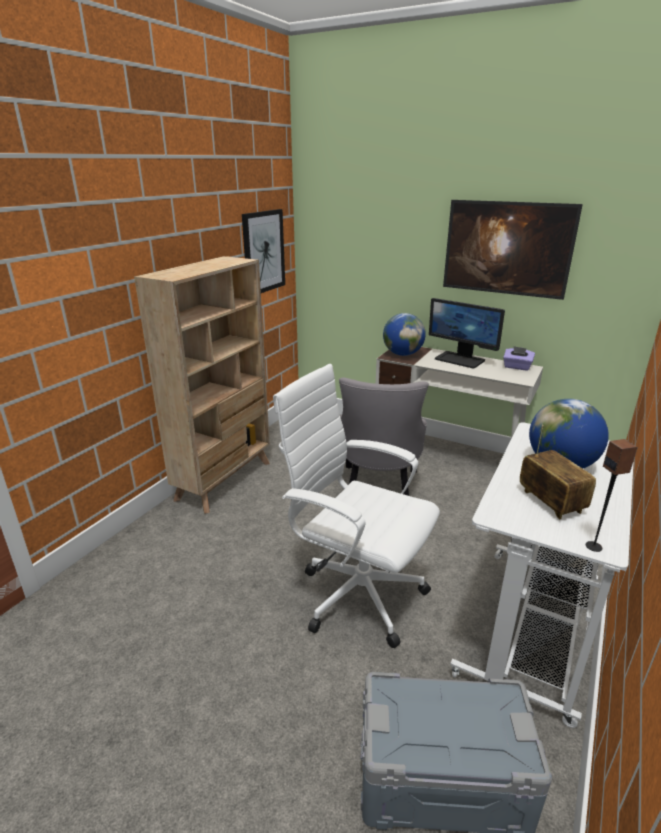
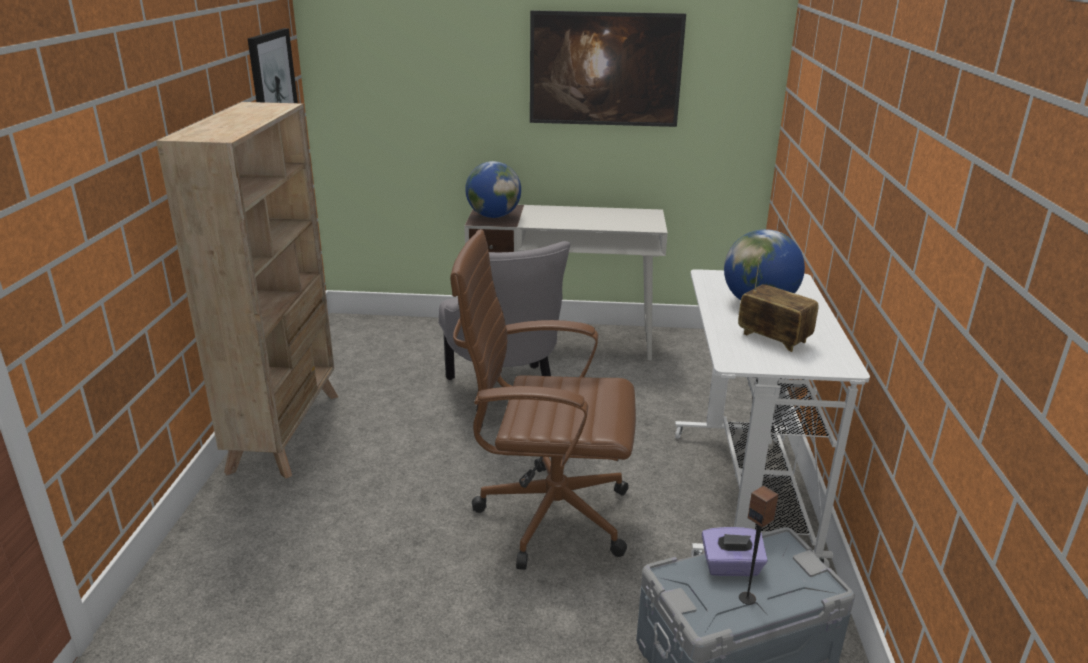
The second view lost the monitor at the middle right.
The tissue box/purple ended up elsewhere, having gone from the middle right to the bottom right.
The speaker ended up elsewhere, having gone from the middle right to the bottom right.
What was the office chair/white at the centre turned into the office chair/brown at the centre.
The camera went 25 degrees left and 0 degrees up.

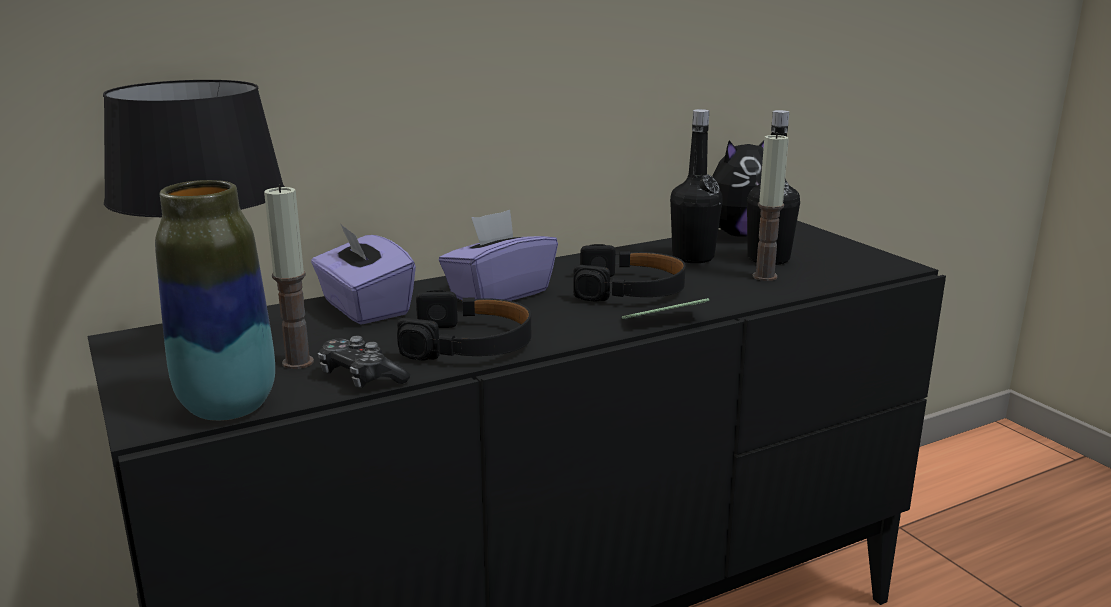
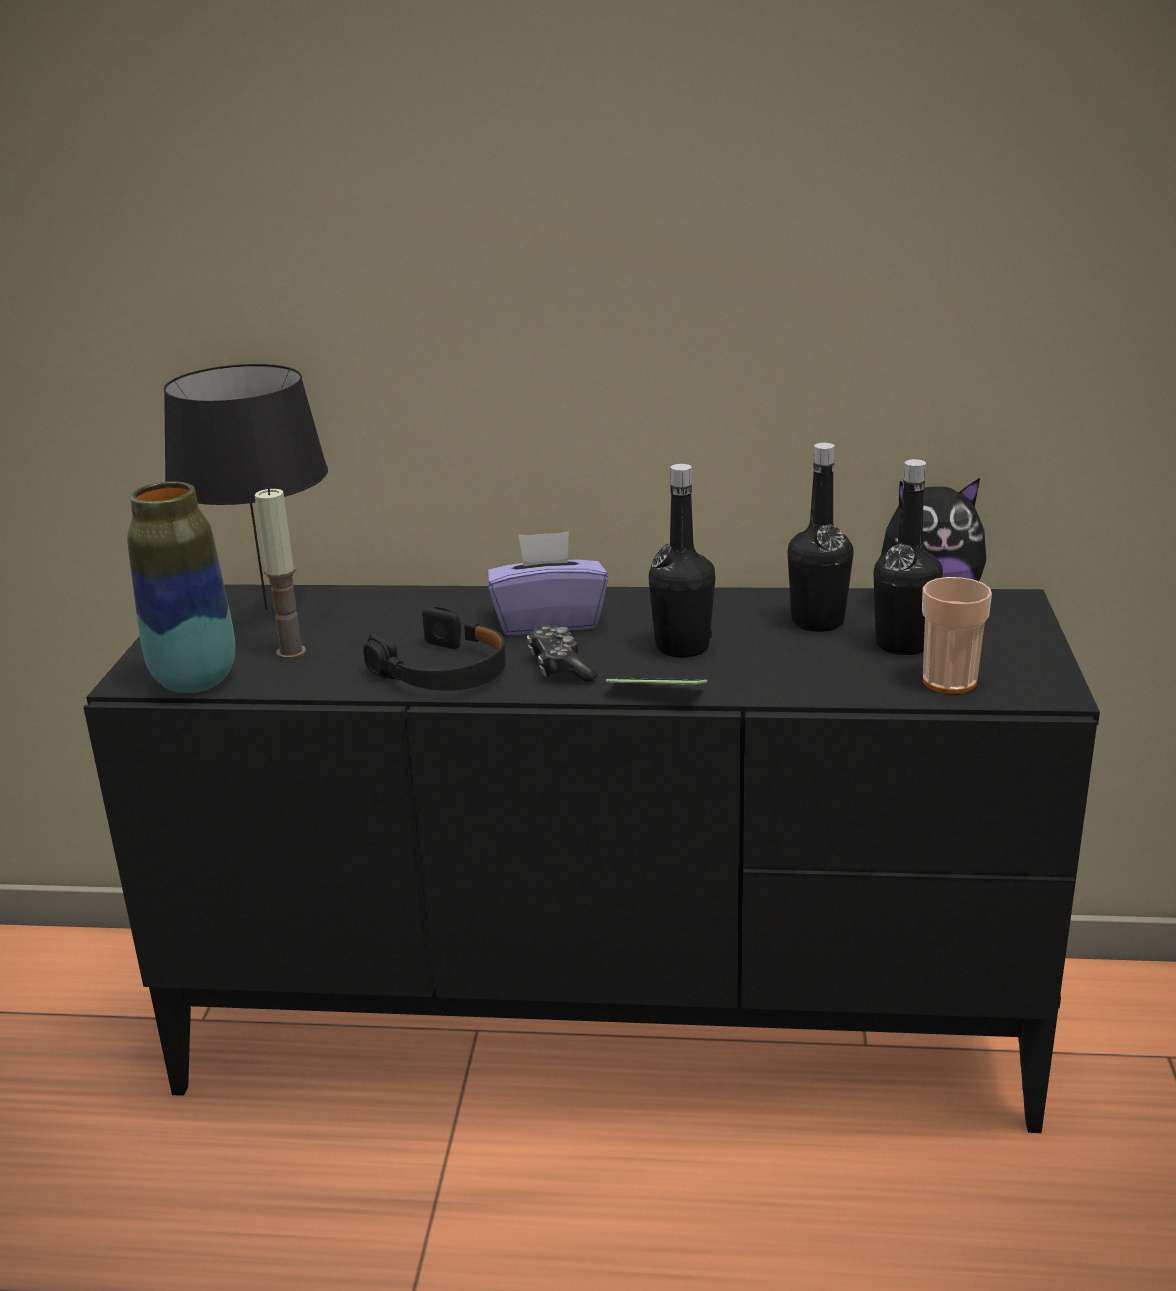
The second view lost the tissue box/purple (1st from left) at the middle left.
The second view lost the candle (2nd from left) at the middle right.
The second view gained the cup at the middle right.
The game controller ended up elsewhere, having gone from the middle left to the centre.
Where the headphones/black (2nd from left) stood at the centre, the bottle/black (1st from left) came to stand at the centre.
The camera went 35 degrees right and 5 degrees up.

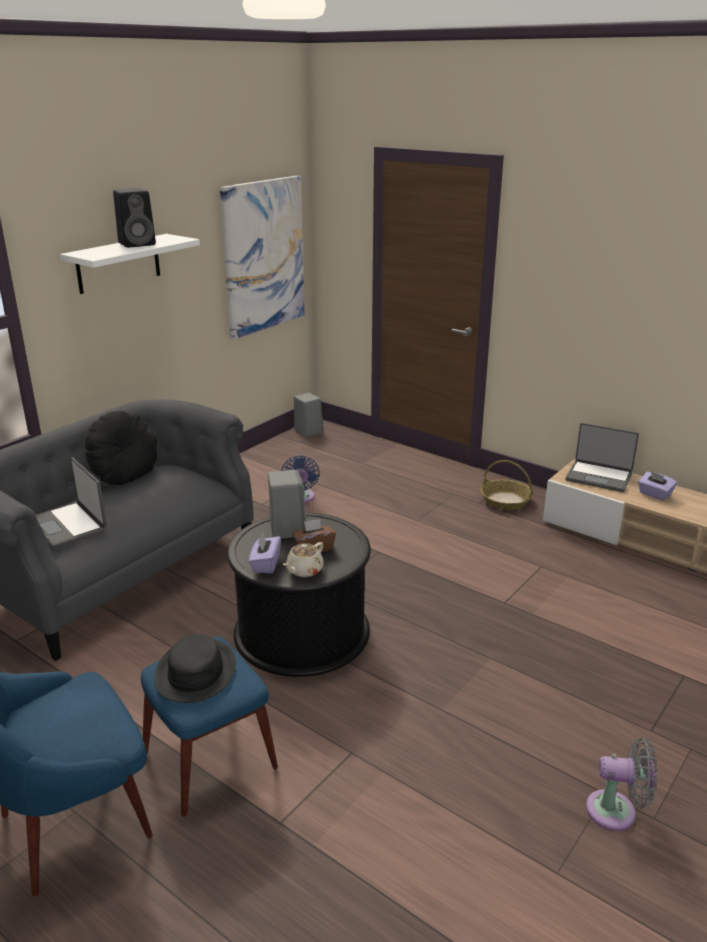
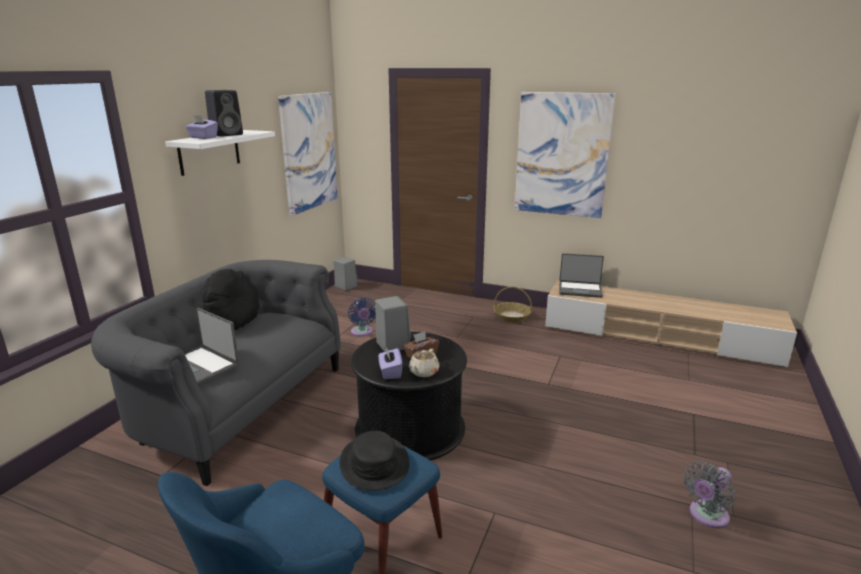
The second view gained the picture (2nd from left) at the top centre.
The tissue box/purple (2nd from left in the first image) ended up elsewhere, having gone from the middle right to the top left.
The fan/grey at the bottom right ended up facing another way, 150 degrees clockwise from before.
The camera went 15 degrees left and 5 degrees down.

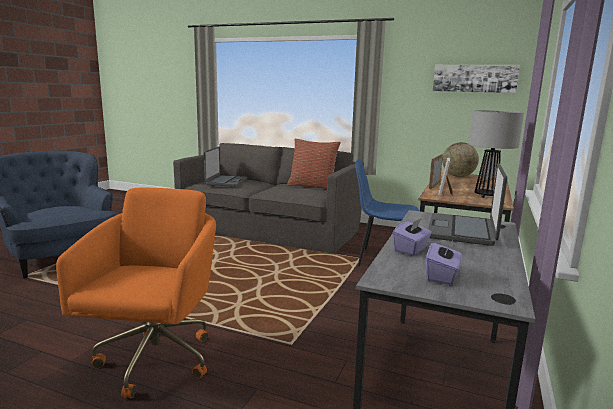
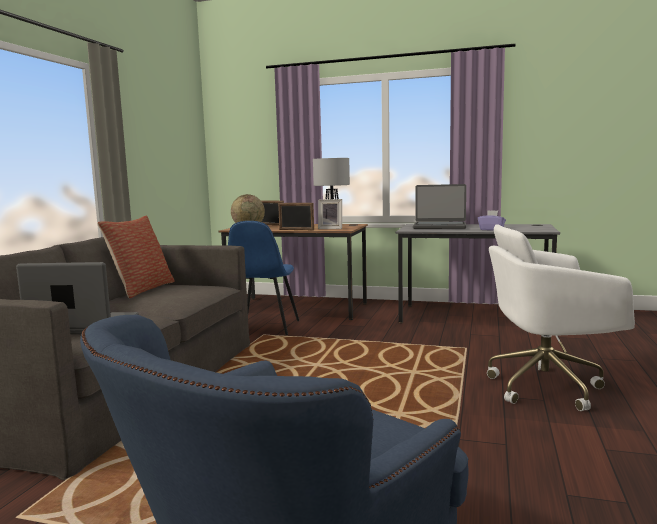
The second view lost the tissue box/purple (2nd from left) at the middle right.
The second view lost the picture at the top right.
What was the office chair/orange at the bottom left turned into the office chair/white at the middle right.
The camera went 95 degrees left and 5 degrees down.

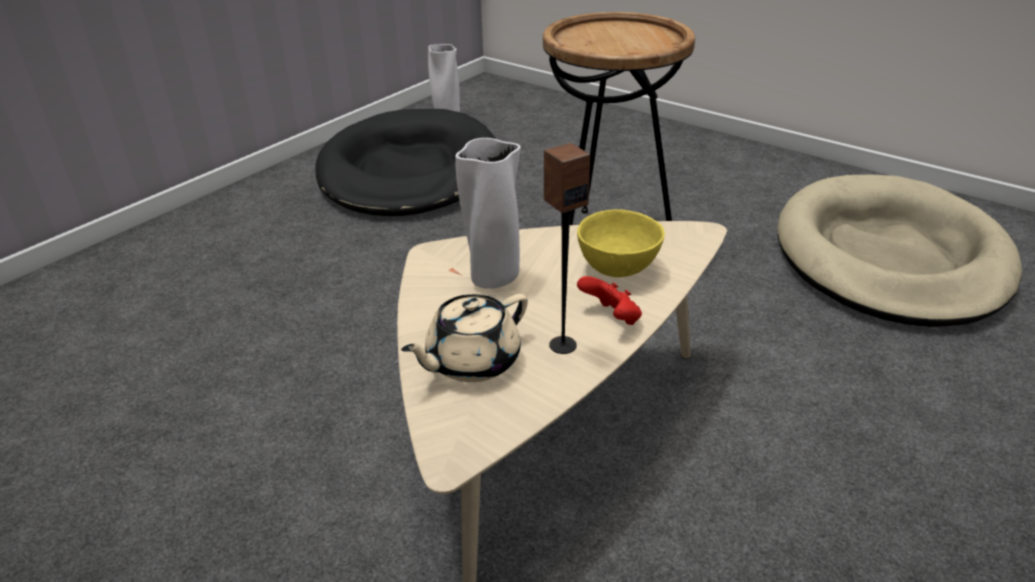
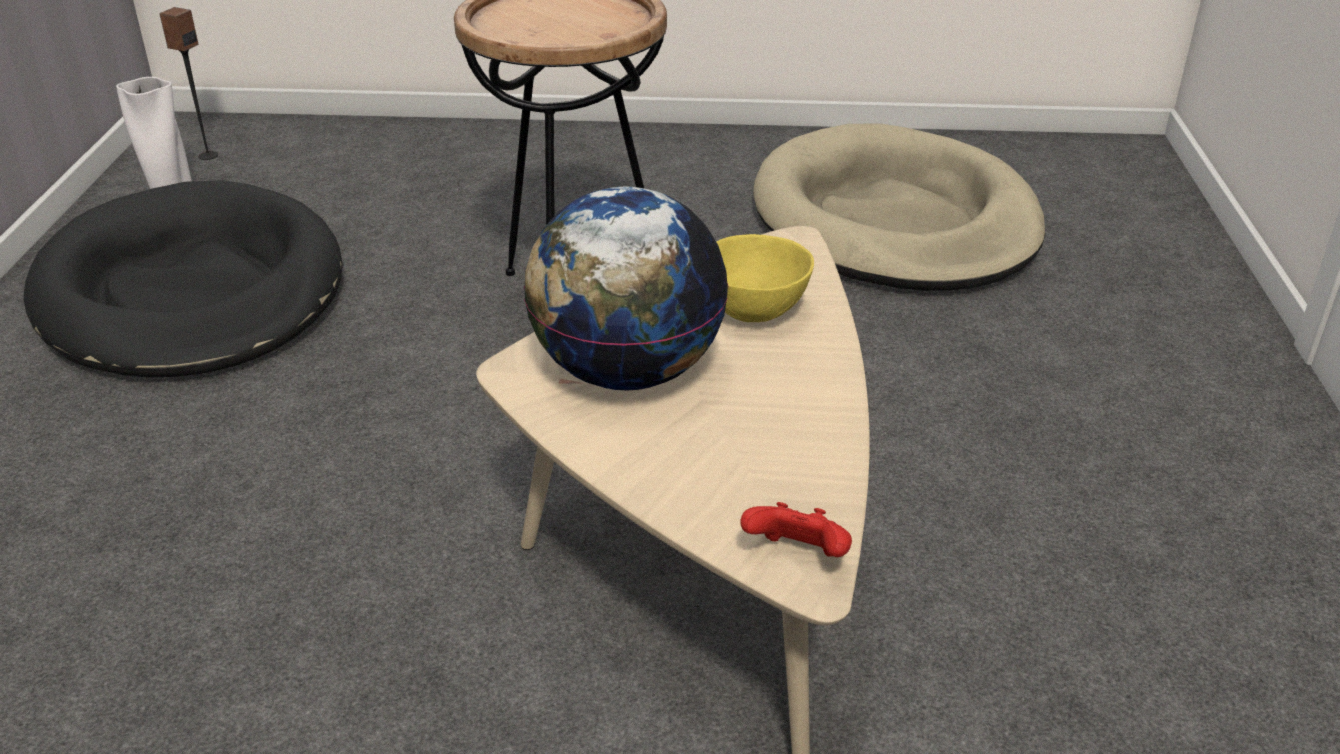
The second view lost the teapot/beige at the centre.
The speaker ended up elsewhere, having gone from the centre to the top left.
The game controller/red ended up elsewhere, having gone from the centre to the bottom centre.
Where the vase/white (2nd from left) stood at the centre, the globe came to stand at the centre.
The camera went 35 degrees left and 0 degrees up.

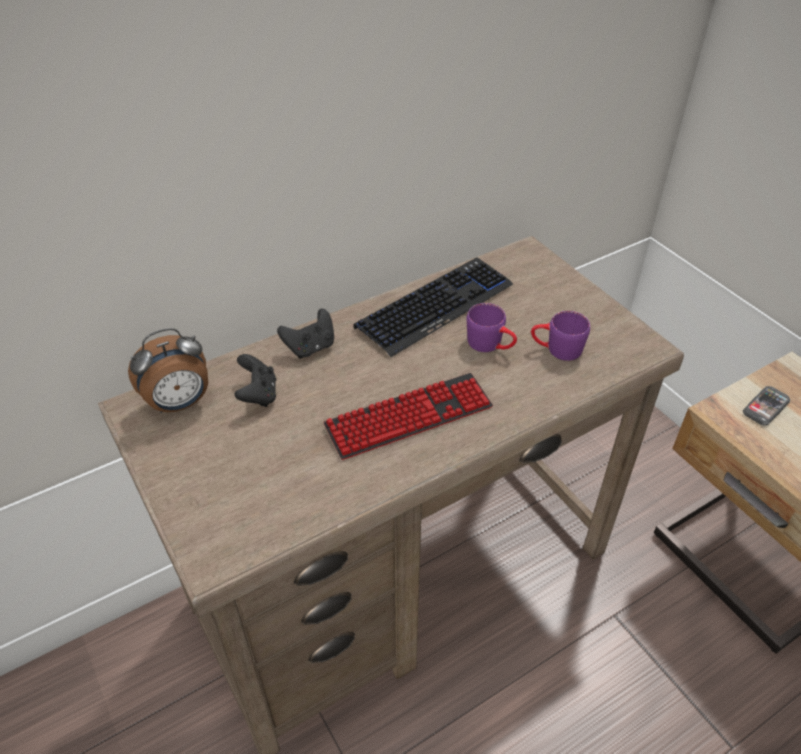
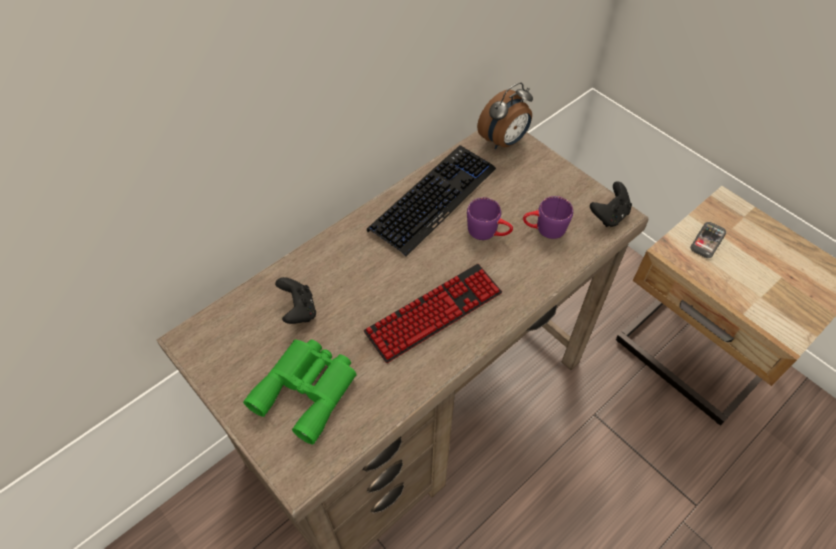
The second view gained the binoculars/green at the bottom centre.
The alarm clock ended up elsewhere, having gone from the middle left to the top centre.
The game controller/black (2nd from left) ended up elsewhere, having gone from the centre to the middle right.
The camera went 10 degrees left and 10 degrees up.

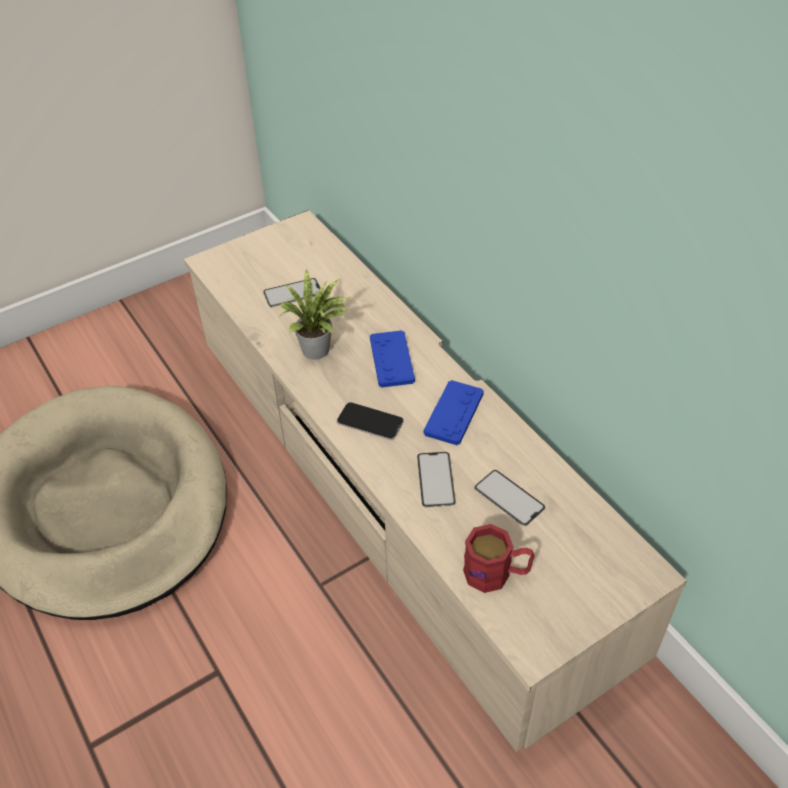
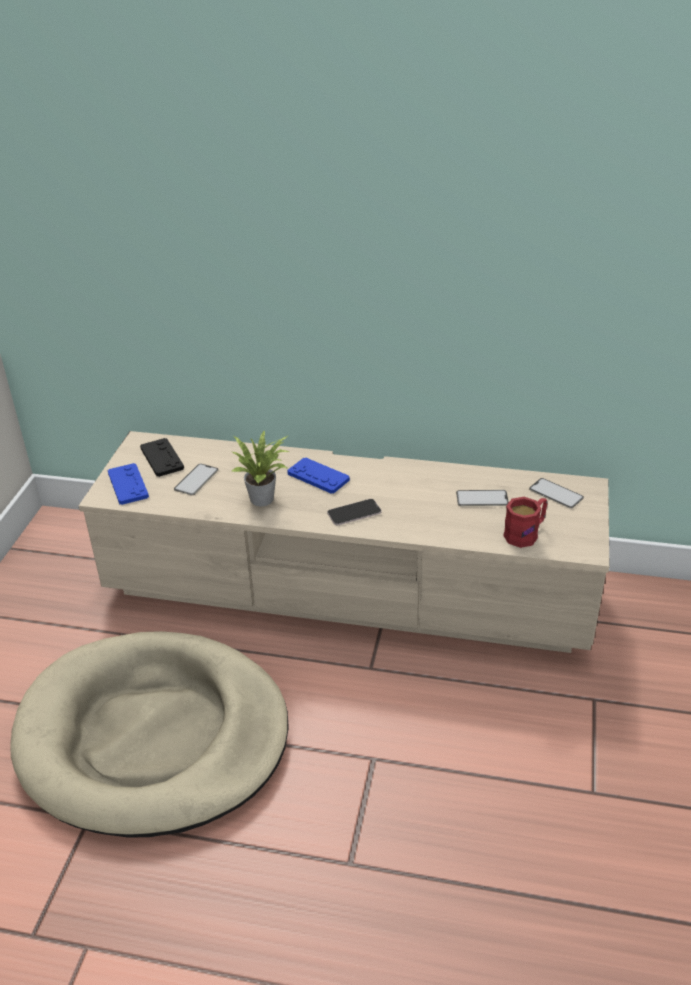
The second view gained the game controller/black at the middle left.
The phone (3rd from left in the first image) ended up elsewhere, having gone from the centre to the middle right.
The game controller/blue (2nd from left in the first image) ended up elsewhere, having gone from the centre to the middle left.
The camera went 45 degrees left and 10 degrees down.

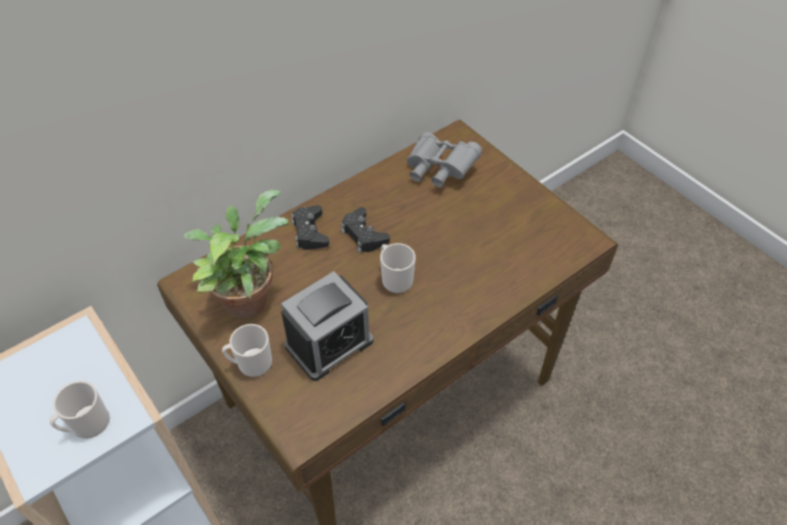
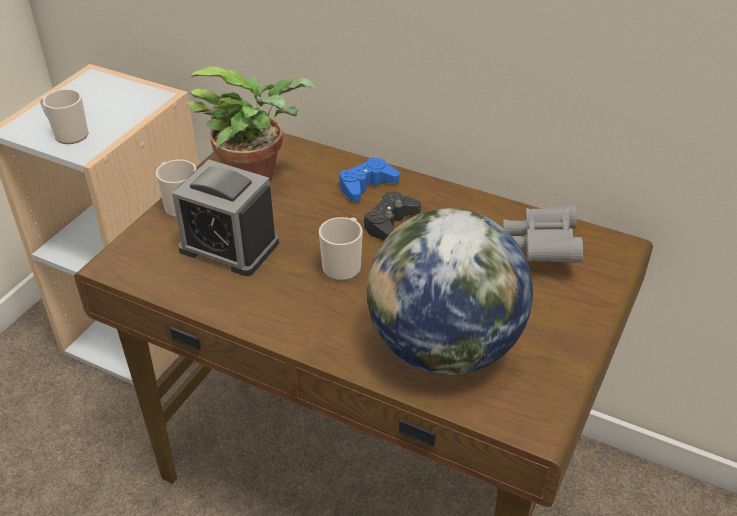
The second view gained the globe at the centre.
What was the game controller/black (1st from left) at the centre turned into the game controller/blue at the centre.
The camera went 65 degrees right and 10 degrees down.

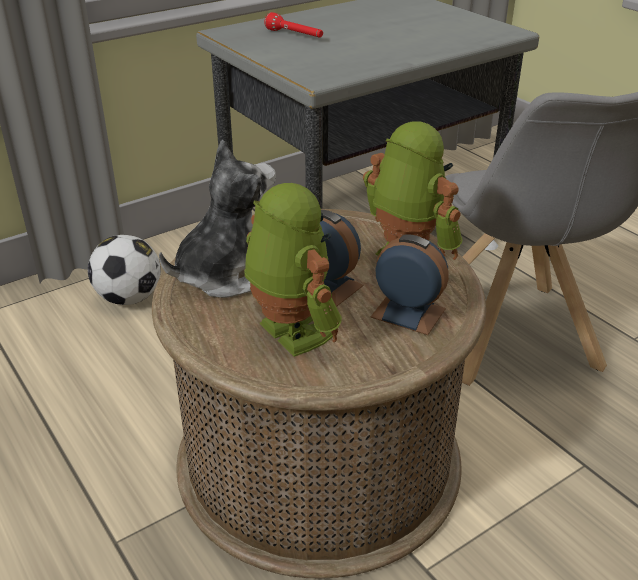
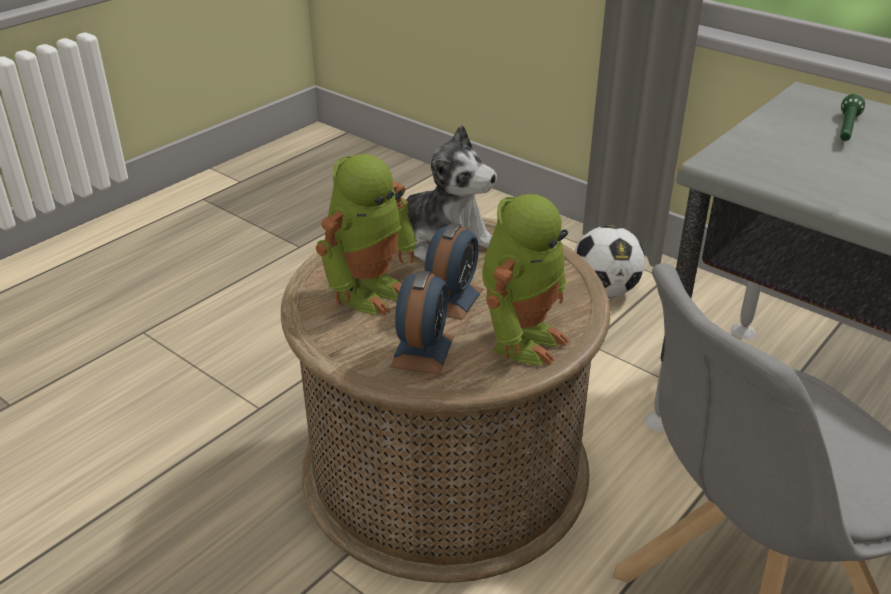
What was the flashlight/red at the top centre turned into the flashlight/green at the top right.
The camera went 75 degrees right and 0 degrees up.

